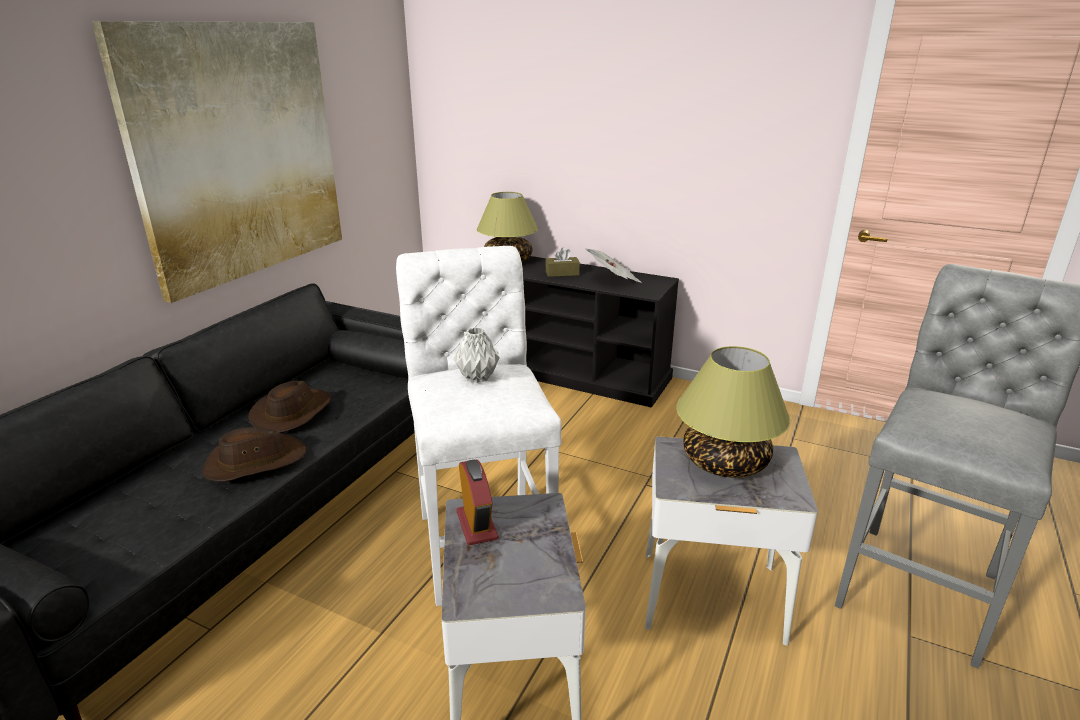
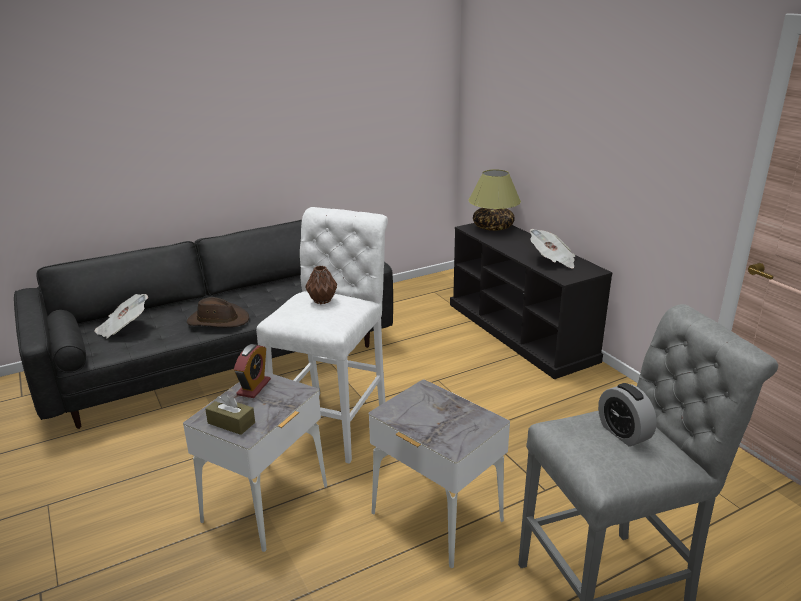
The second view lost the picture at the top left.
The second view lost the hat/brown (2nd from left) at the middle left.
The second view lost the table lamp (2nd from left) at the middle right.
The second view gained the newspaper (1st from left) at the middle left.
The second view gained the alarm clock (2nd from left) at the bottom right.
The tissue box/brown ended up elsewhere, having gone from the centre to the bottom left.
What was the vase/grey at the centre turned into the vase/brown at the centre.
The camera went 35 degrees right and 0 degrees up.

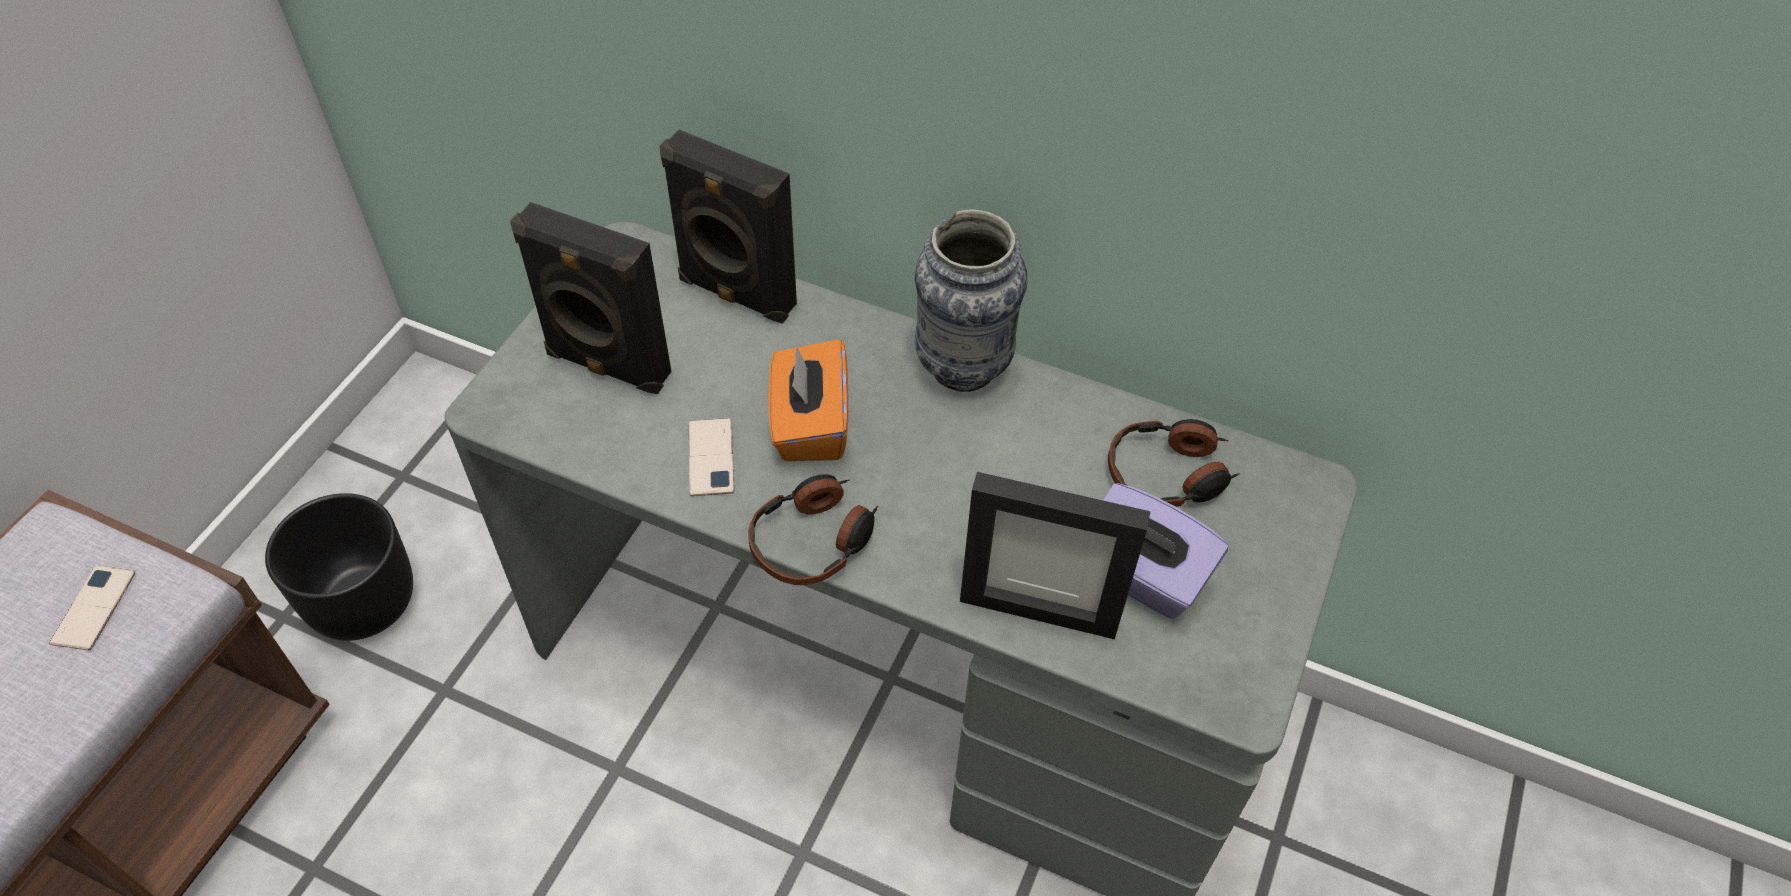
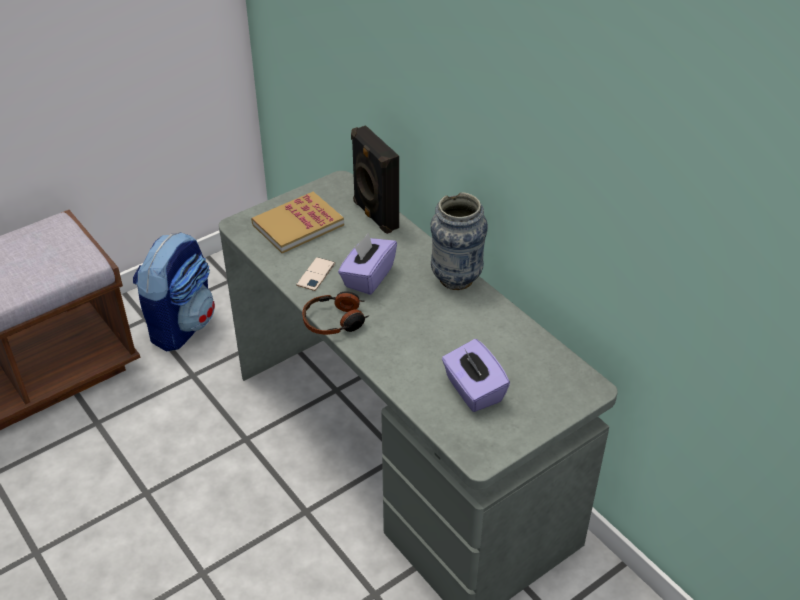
The second view lost the phone (1st from left) at the bottom left.
The second view lost the picture frame at the centre.
The second view lost the headphones (2nd from left) at the centre.
Where the planter/black stood at the middle left, the backpack came to stand at the middle left.
Where the speaker/black (1st from left) stood at the top left, the book came to stand at the centre.
What was the tissue box/orange at the centre turned into the tissue box/purple (1st from left) at the centre.
The camera went 30 degrees right and 10 degrees down.

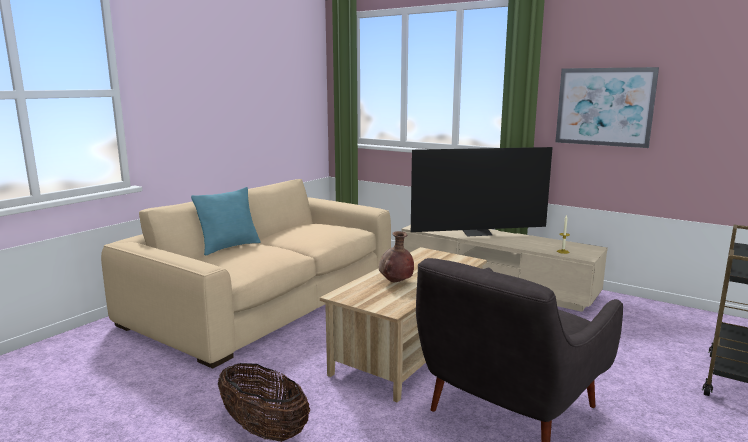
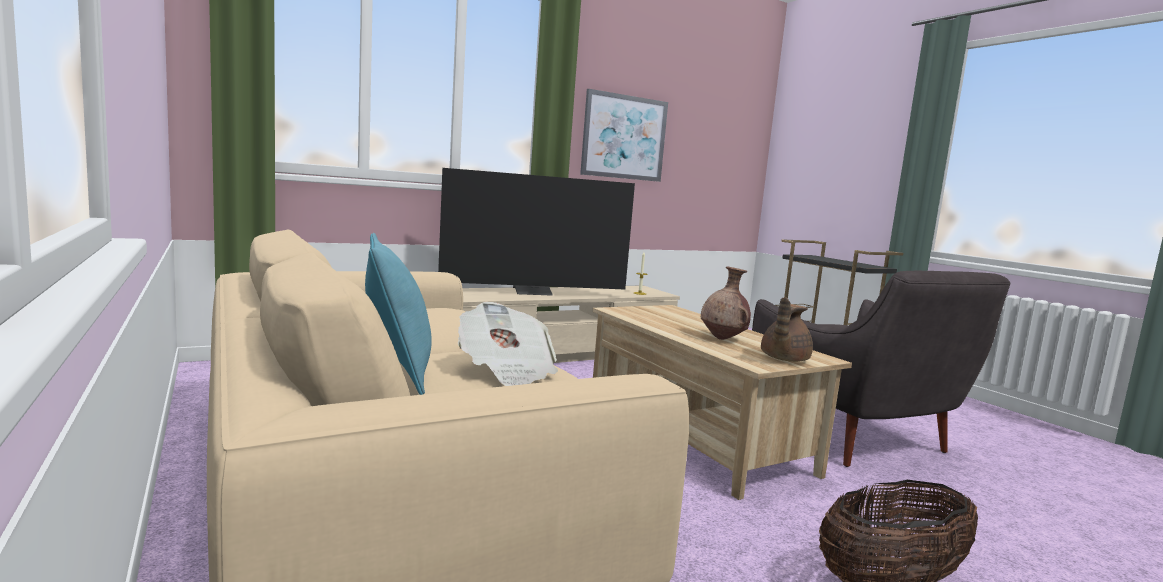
The second view gained the newspaper at the centre.
The second view gained the teapot/brown at the middle right.
The television at the centre ended up facing another way, 60 degrees clockwise from before.
The camera went 65 degrees left and 5 degrees down.

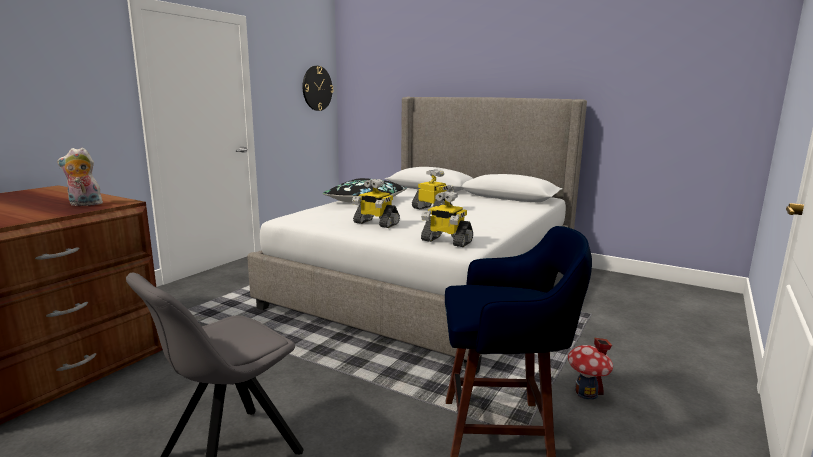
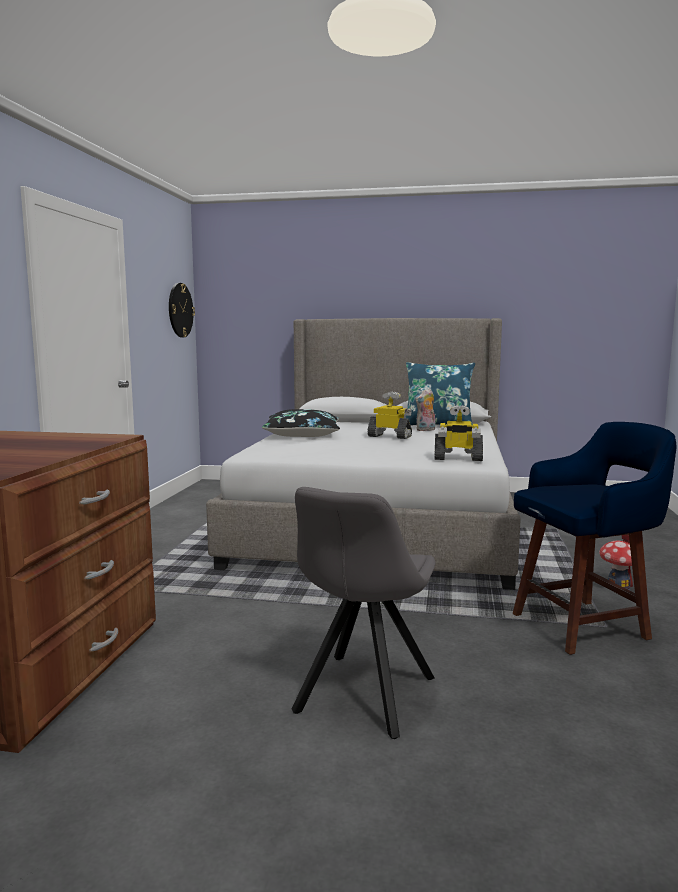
The second view lost the toy robot (1st from left) at the centre.
The second view gained the pillow/blue at the centre.
The plush toy ended up elsewhere, having gone from the middle left to the centre.
The camera went 20 degrees left and 5 degrees down.

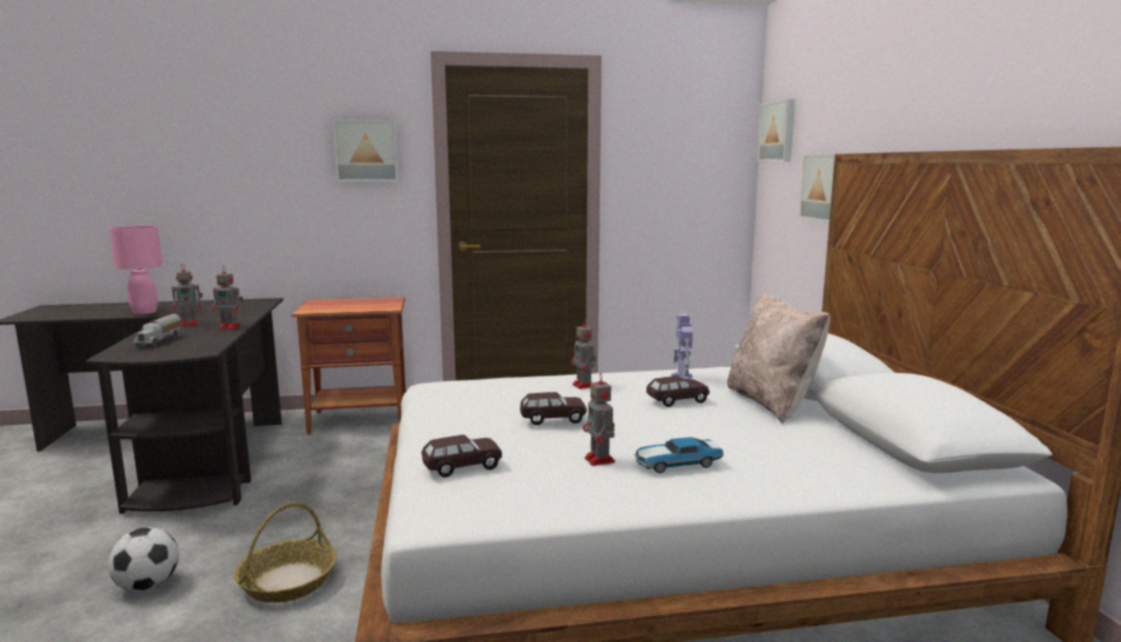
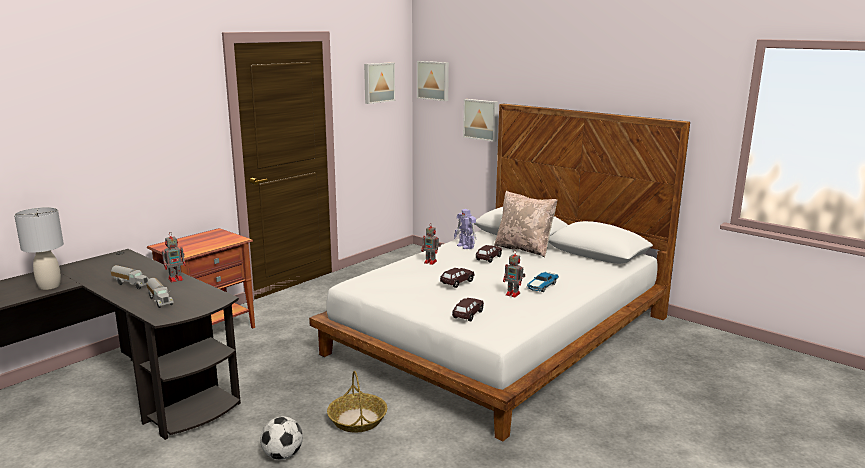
The picture (1st from left) ended up elsewhere, having gone from the top left to the top centre.
Where the toy robot (1st from left) stood at the middle left, the toy truck (1st from left) came to stand at the middle left.
What was the table lamp/pink at the middle left turned into the table lamp/grey at the middle left.
The camera went 40 degrees left and 5 degrees up.

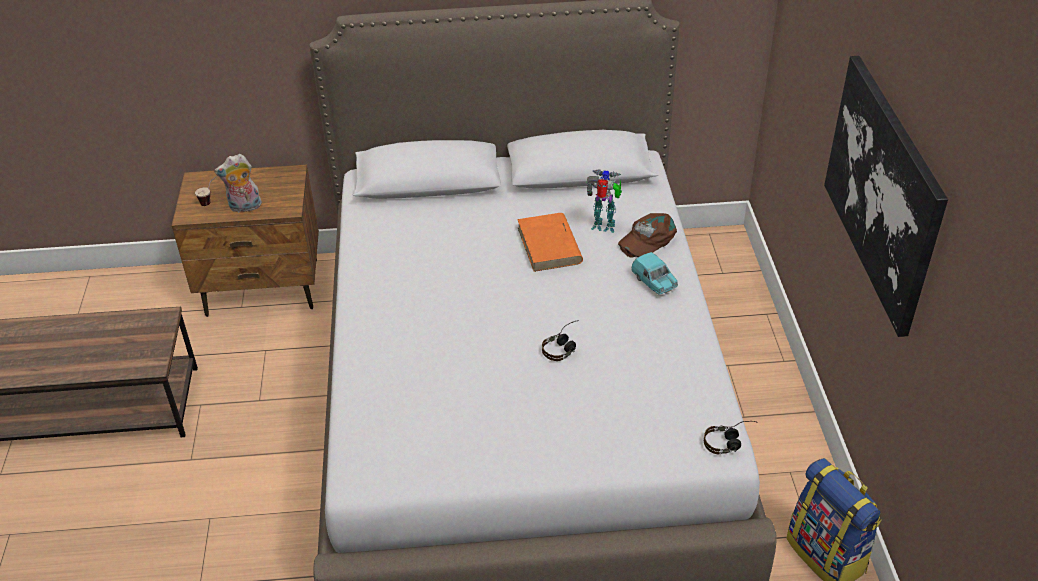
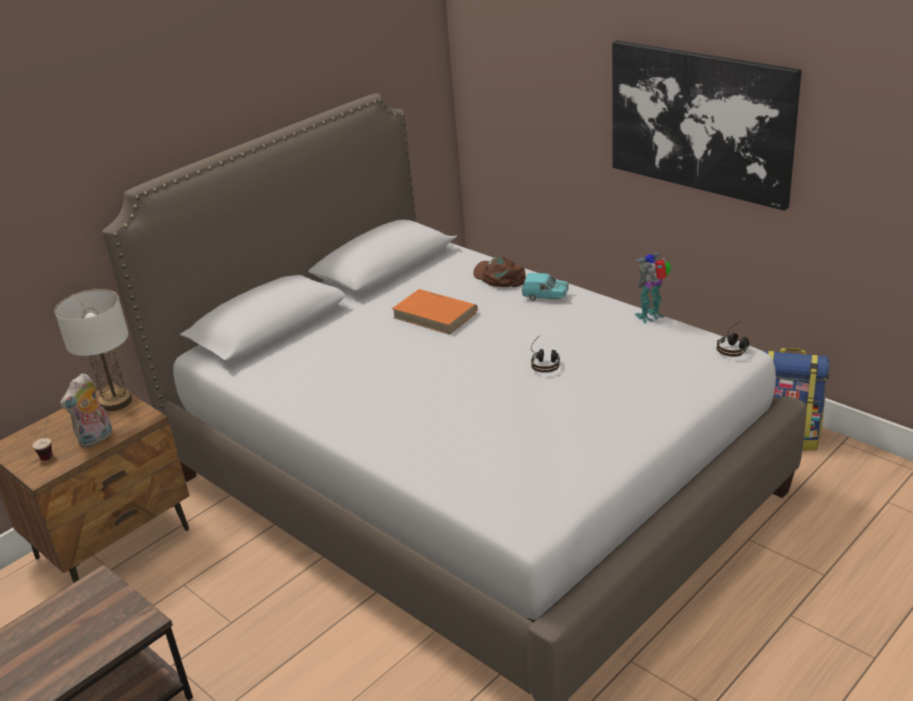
The second view gained the table lamp at the middle left.
The toy robot ended up elsewhere, having gone from the centre to the middle right.
The cap/brown at the centre ended up facing another way, 135 degrees clockwise from before.
The camera went 40 degrees left and 10 degrees down.

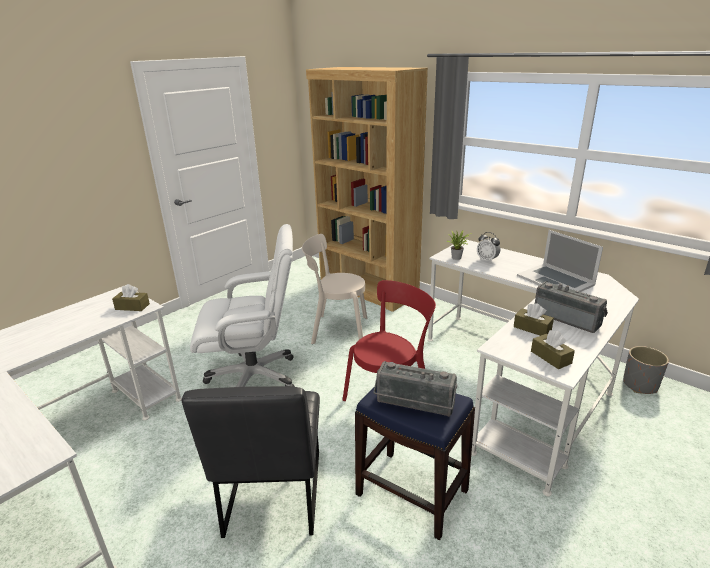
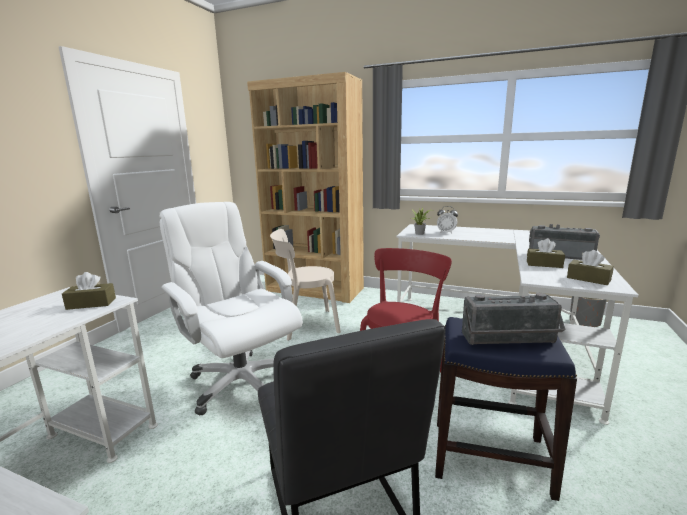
The second view lost the laptop at the middle right.
The office chair/white at the centre ended up facing another way, 105 degrees counterclockwise from before.
The camera went 20 degrees left and 10 degrees down.

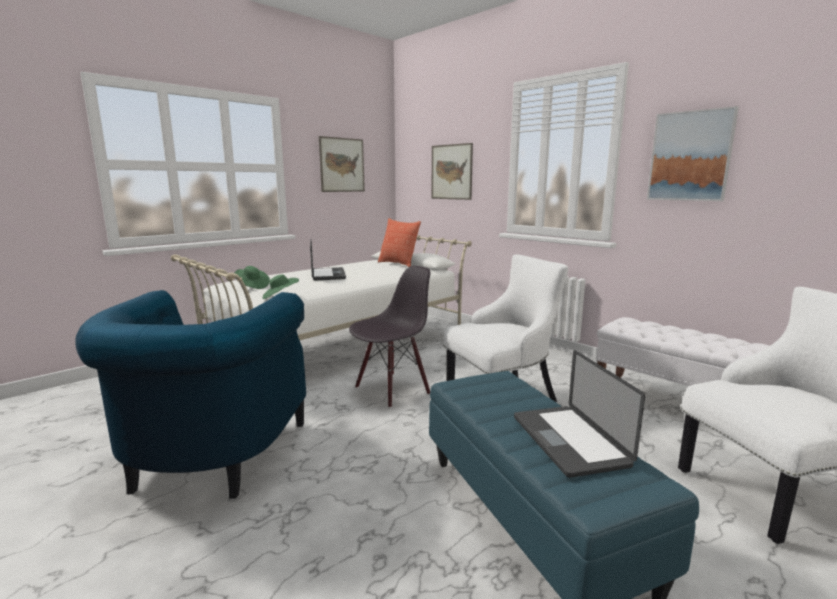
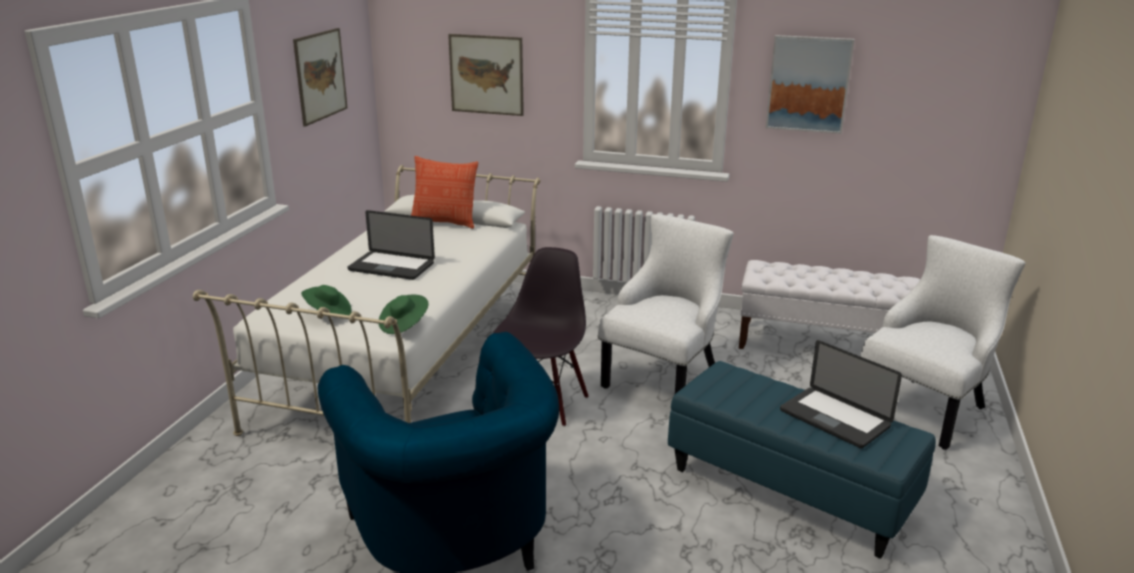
The laptop (1st from left) at the centre ended up facing another way, 150 degrees clockwise from before.
The camera went 30 degrees left and 10 degrees up.

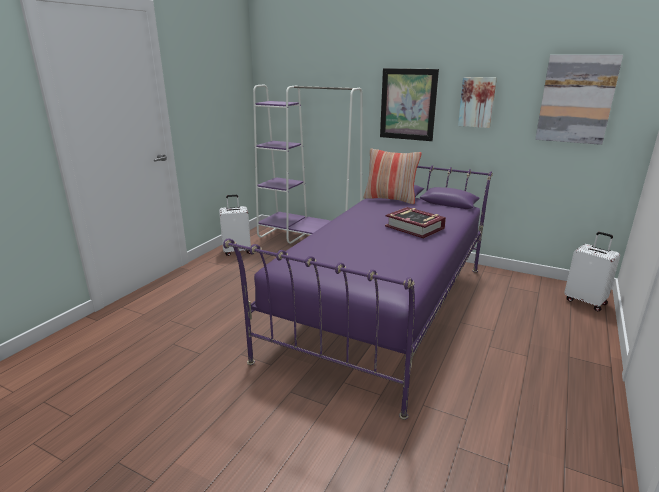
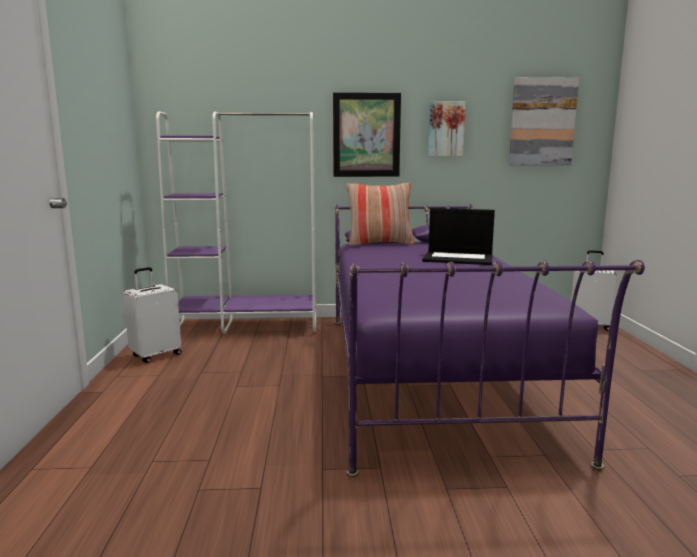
Where the book stood at the centre, the laptop came to stand at the centre.
The camera went 30 degrees left and 10 degrees down.

